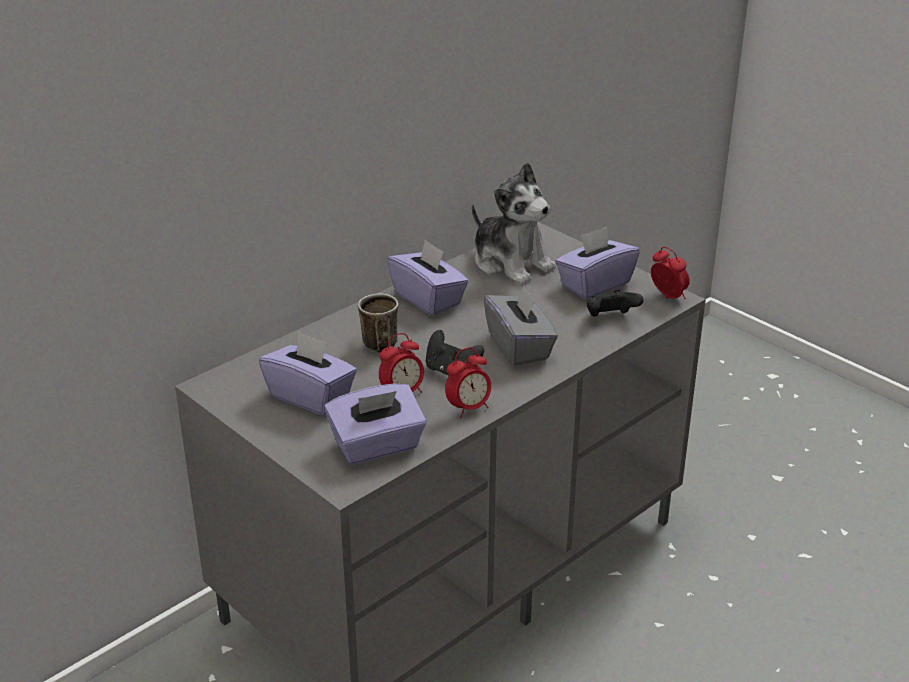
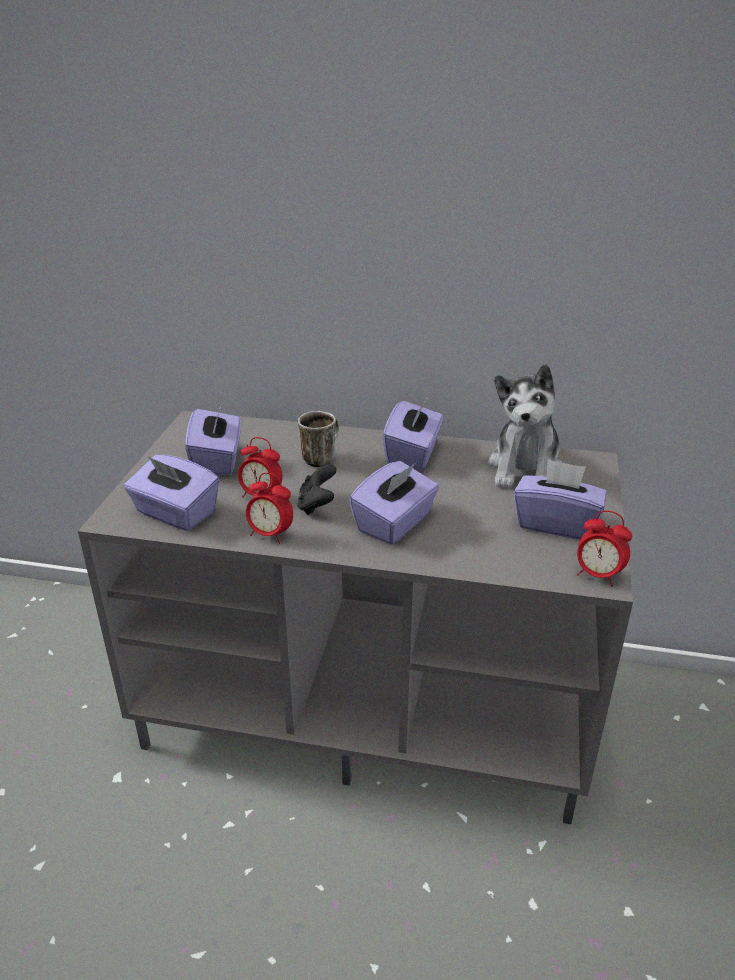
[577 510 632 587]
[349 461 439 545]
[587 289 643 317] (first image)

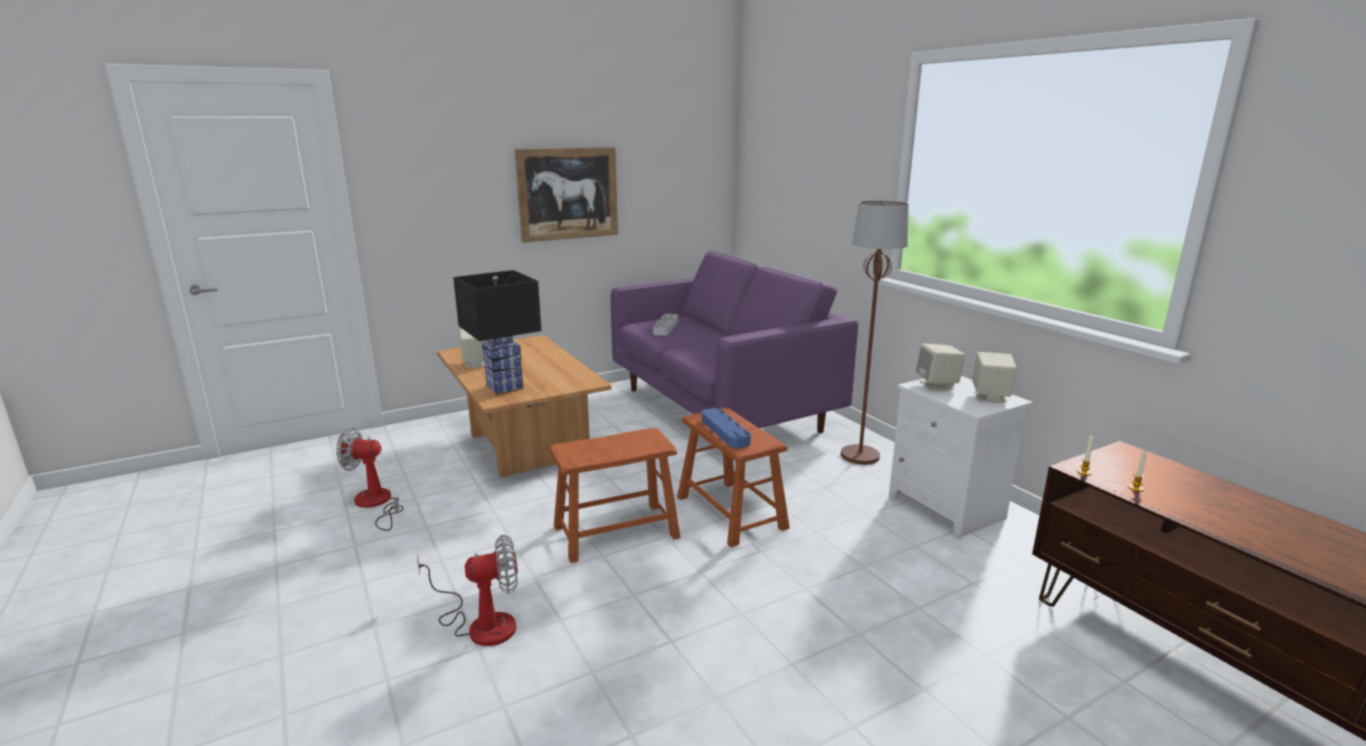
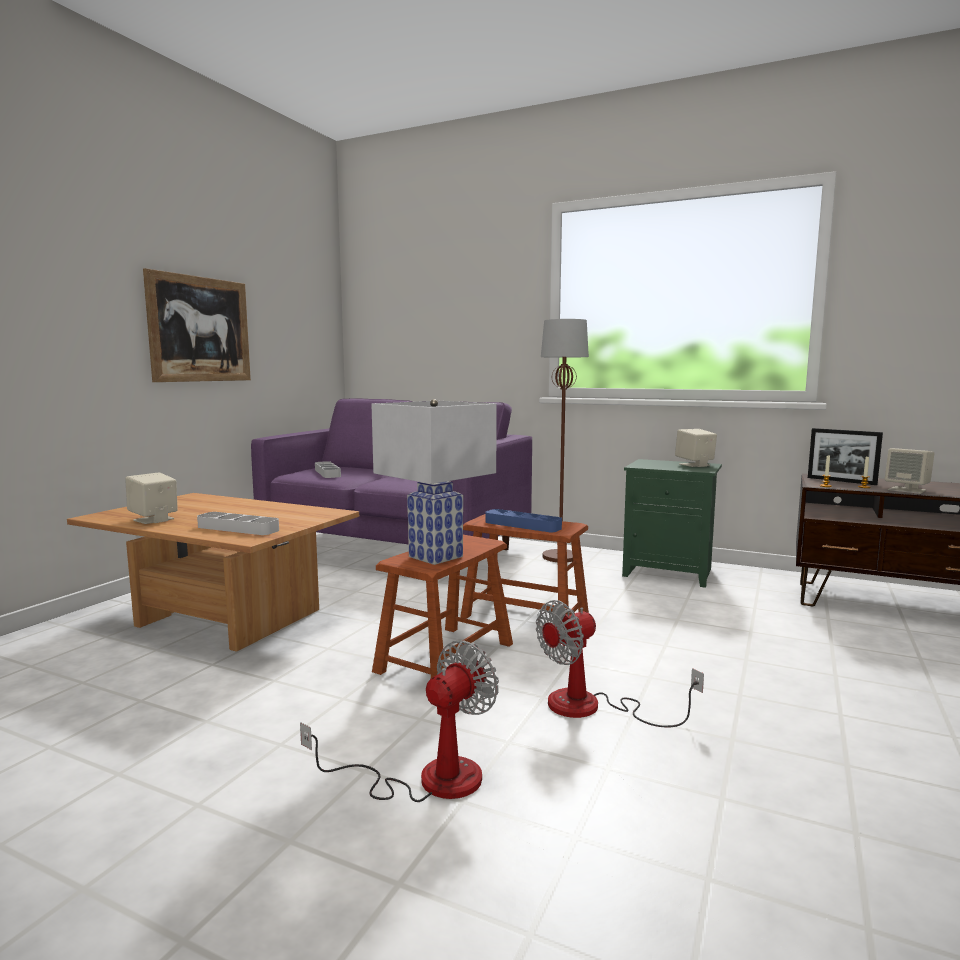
[197 512 279 535]
[885 448 934 494]
[622 459 722 588]
[536 600 704 727]
[371 399 497 565]
[808 428 883 485]

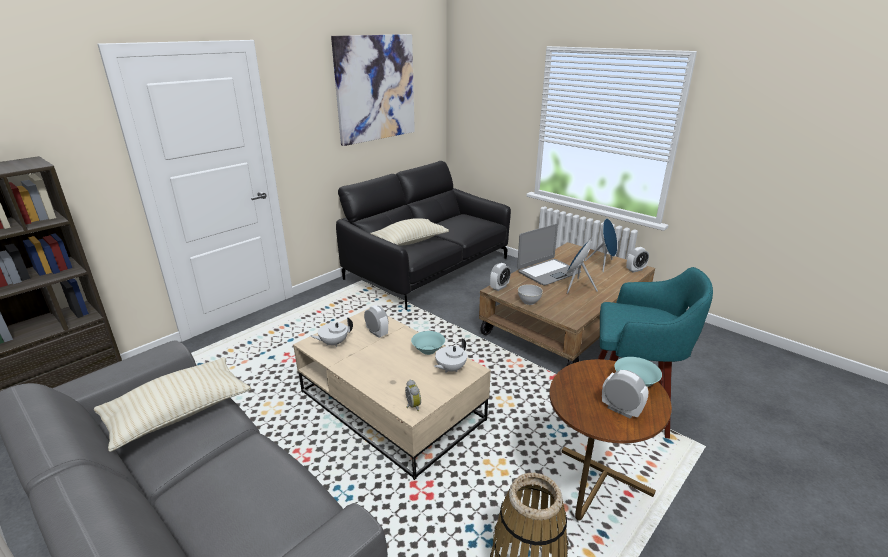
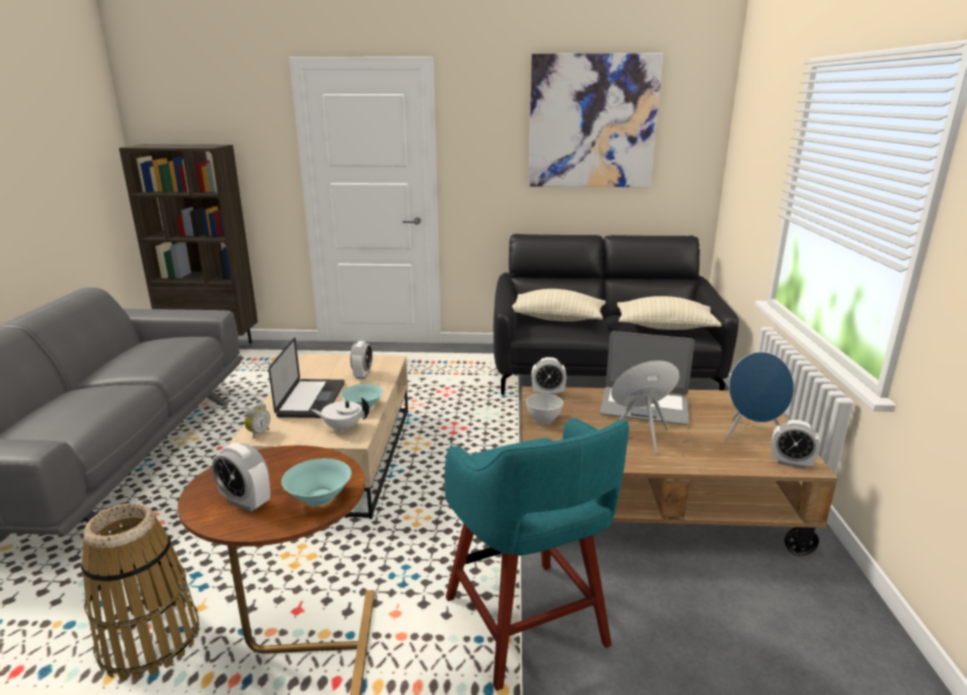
[310 317 353 347] (first image)
[617 296 722 330]
[212 443 270 512]
[268 337 345 418]

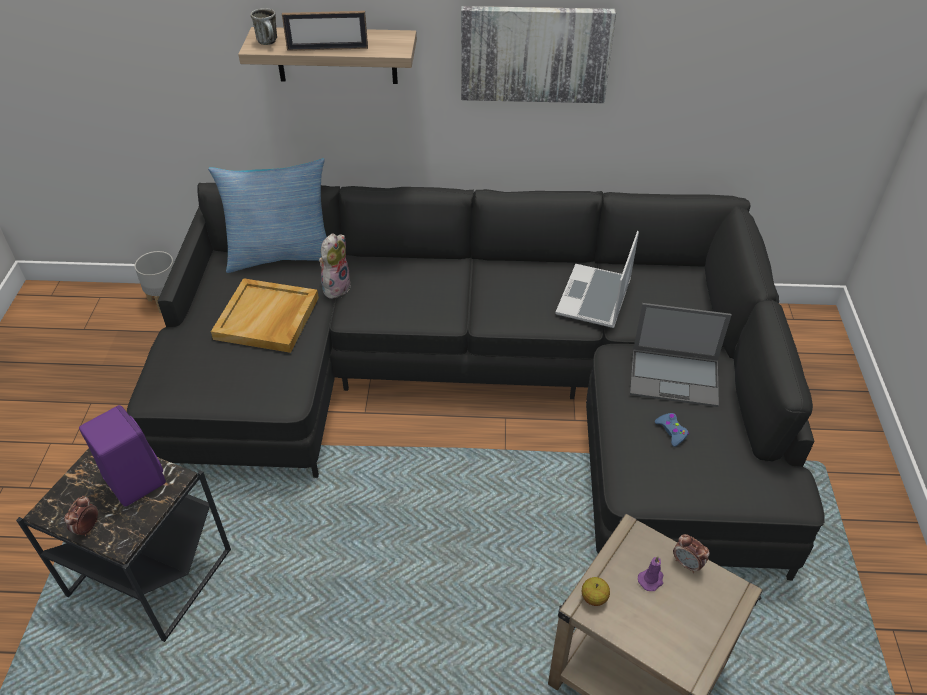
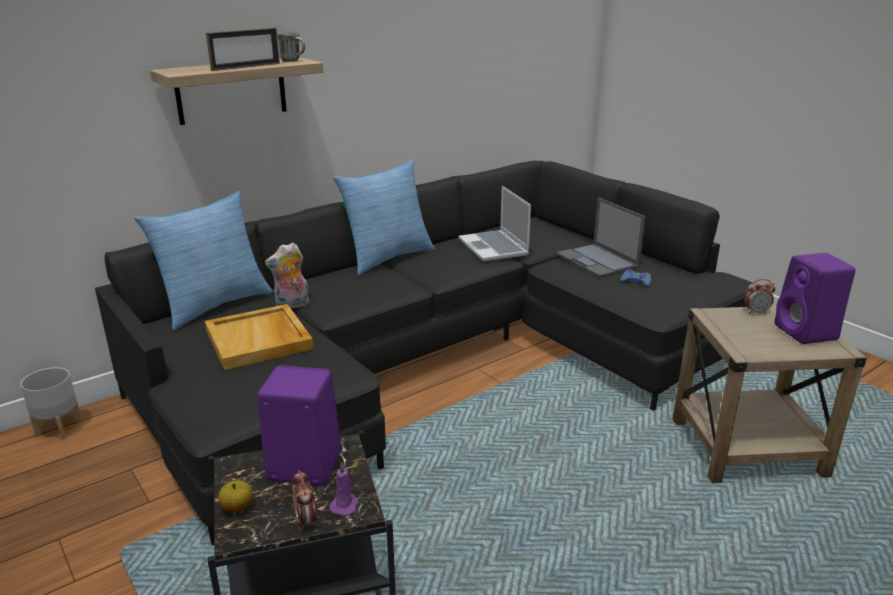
[461 6 616 103] (first image)
[277 32 305 62]
[265 242 309 308]
[556 198 646 277]
[329 462 359 516]
[218 480 253 513]
[333 159 435 276]
[774 253 856 344]

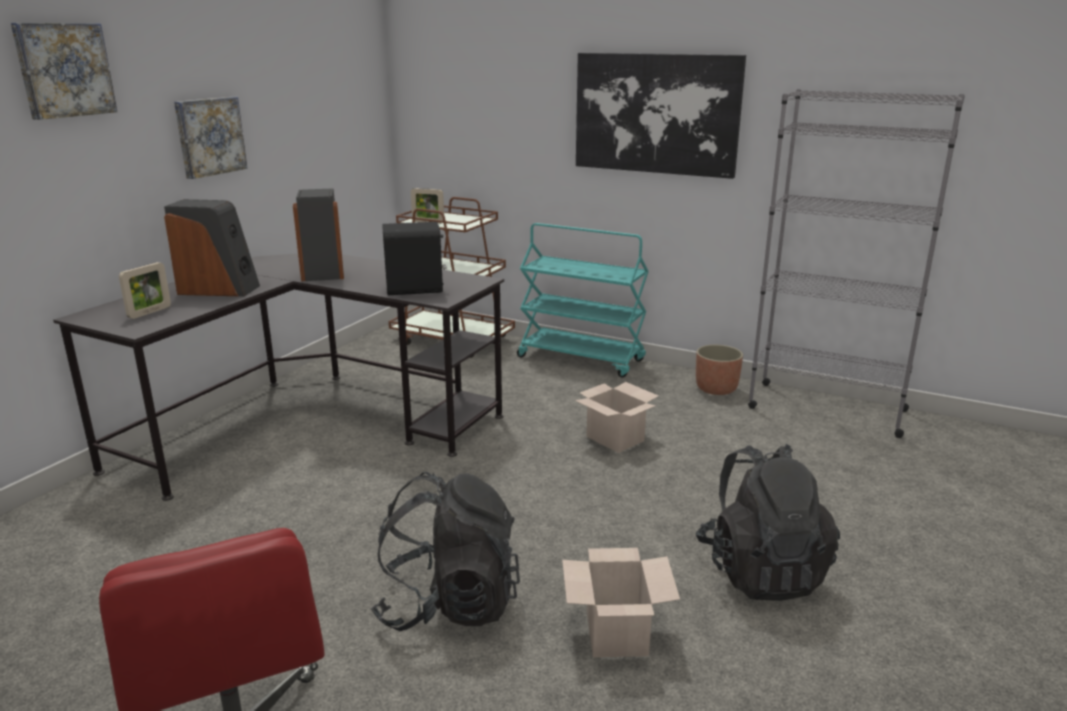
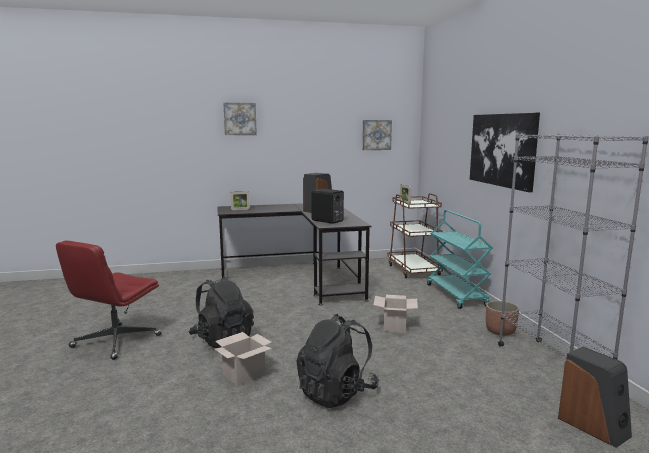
[362 120 392 150]
[558 347 632 448]

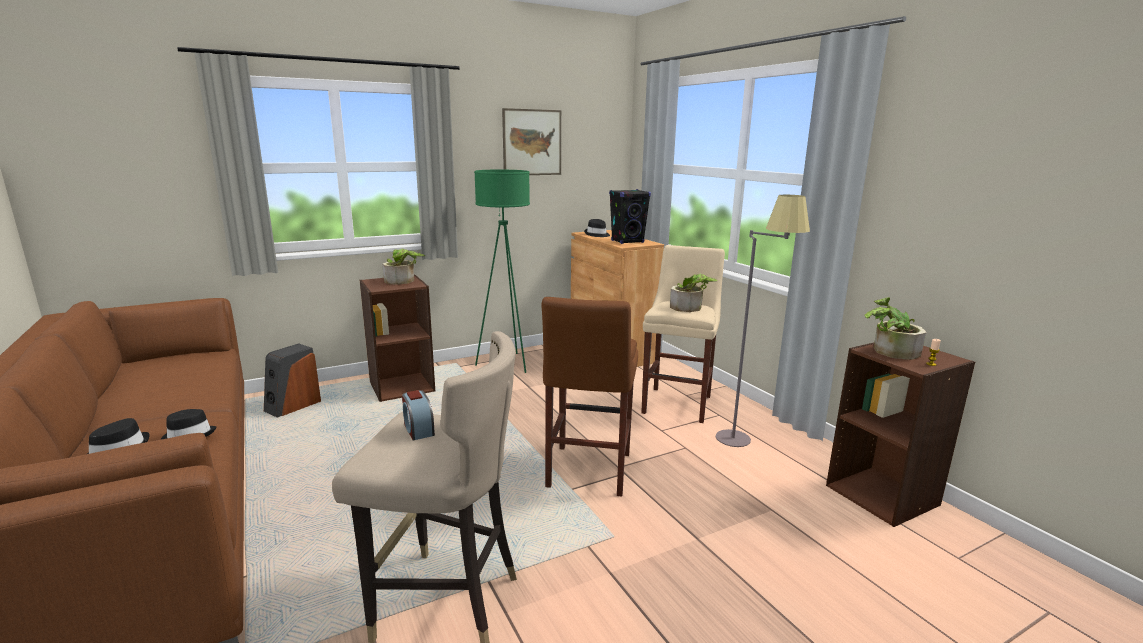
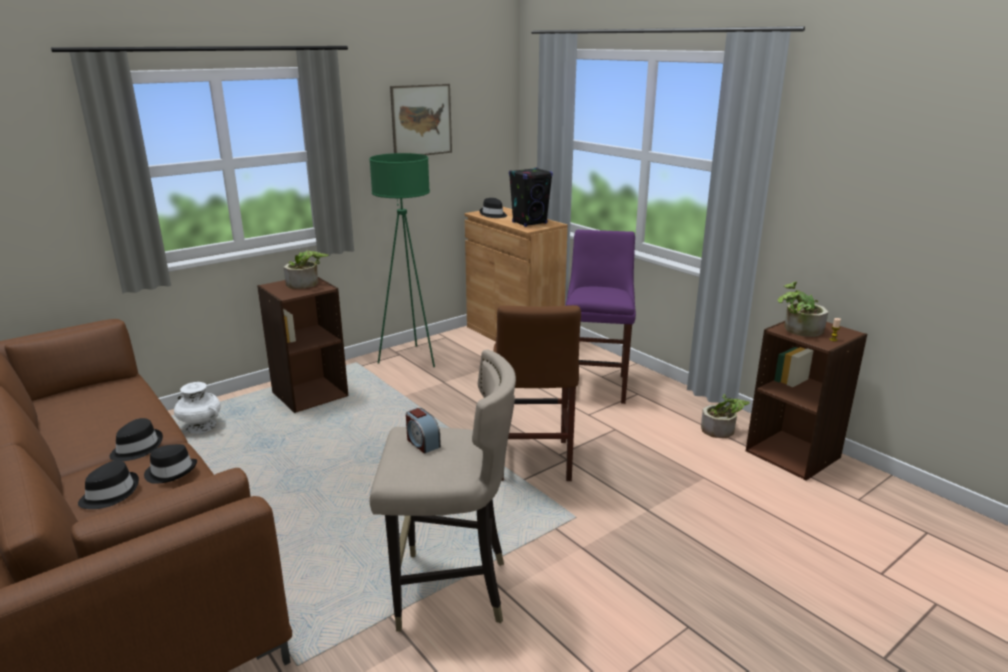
[716 195 810 447] (first image)
[565 230 636 404]
[701 394 750 438]
[174 382 221 434]
[110 418 163 461]

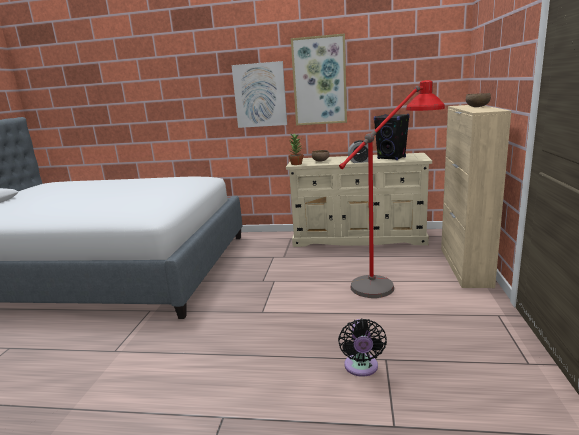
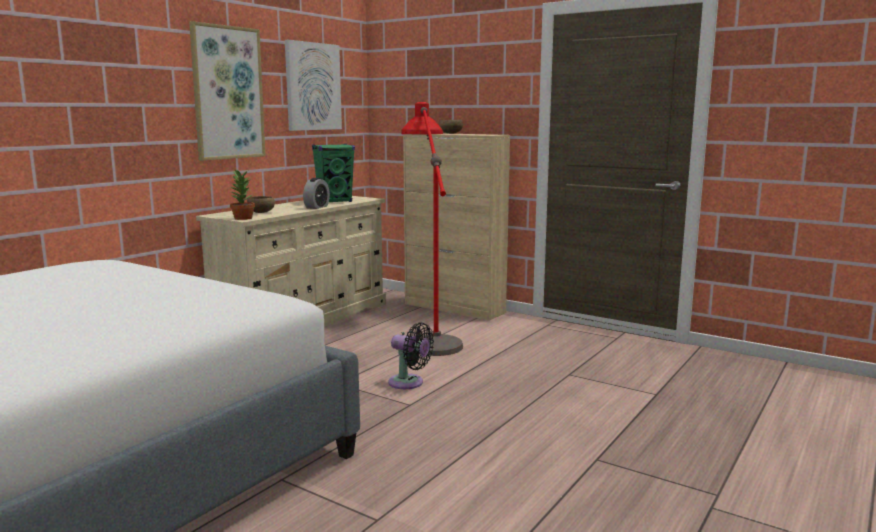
[285 40 342 131]
[312 144 355 202]
[388 322 434 389]

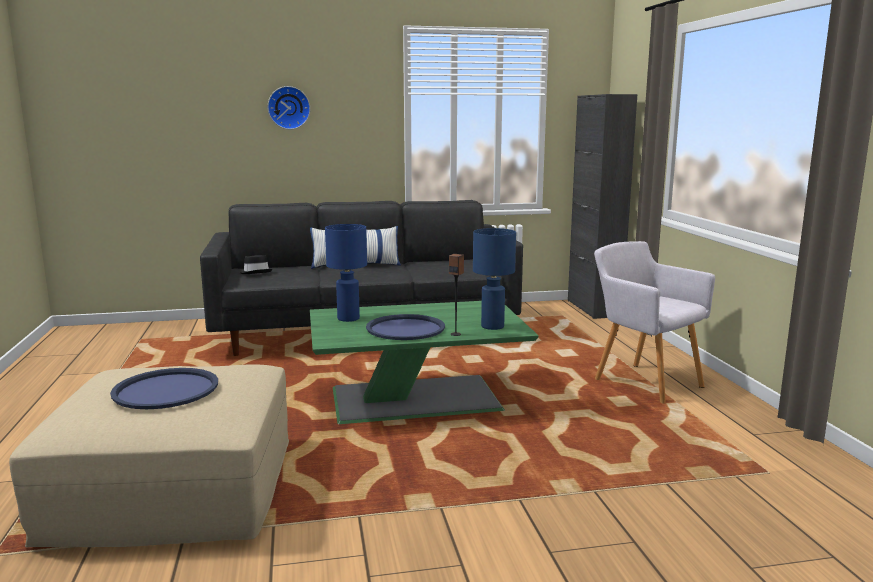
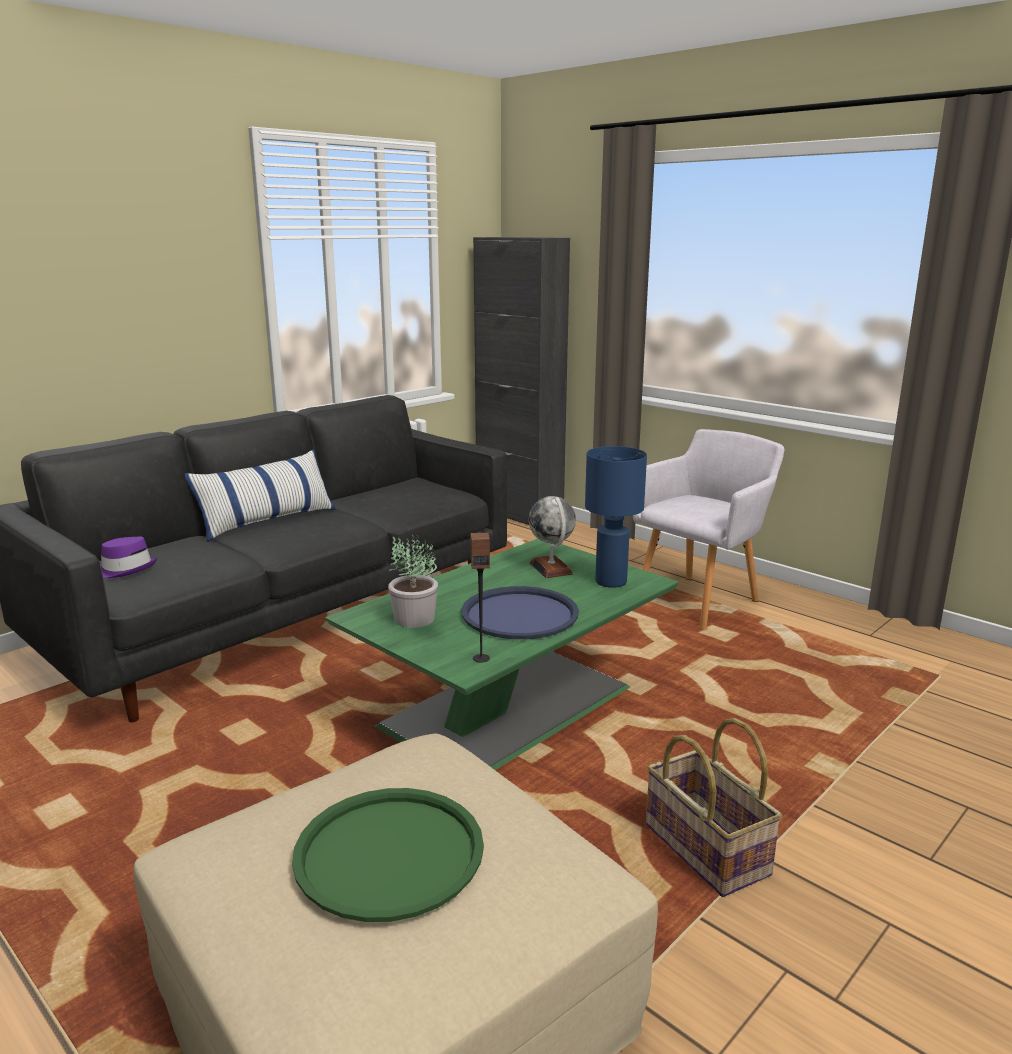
[267 86 310 129] (first image)
[388 535 438 628]
[633 429 784 629]
[471 533 490 663]
[100 537 157 578]
[292 788 484 922]
[529 496 576 578]
[646 718 782 897]

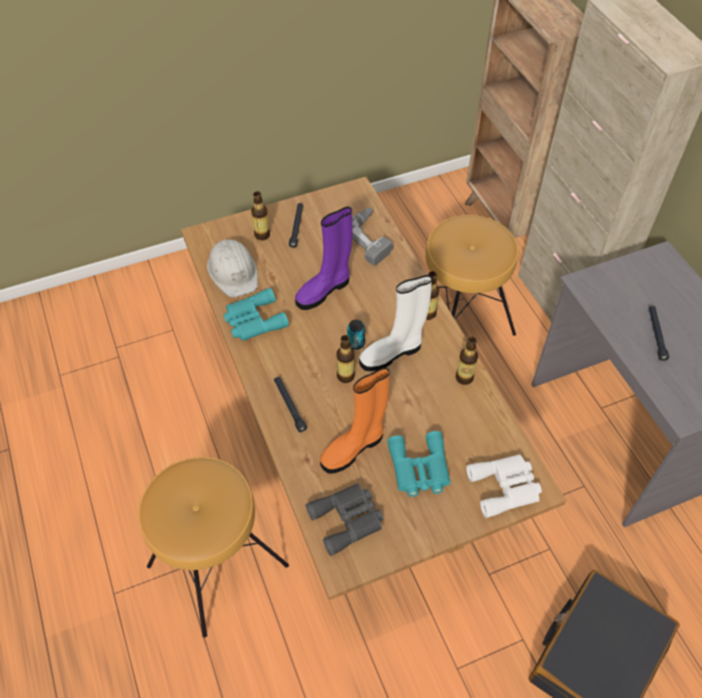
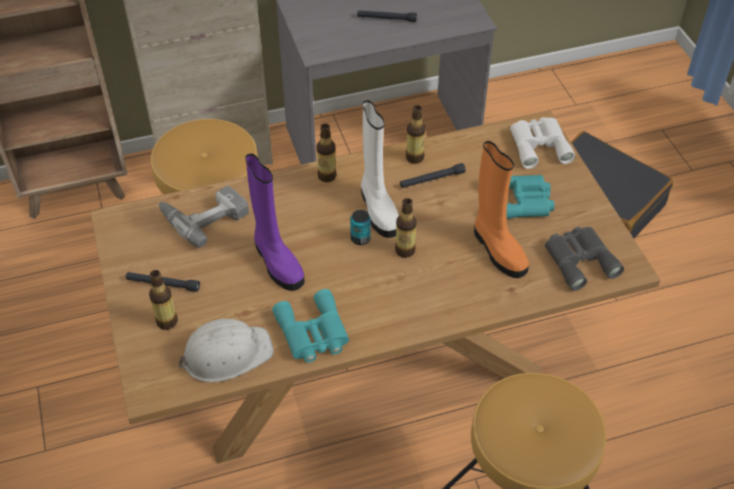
[400 163 466 188]

